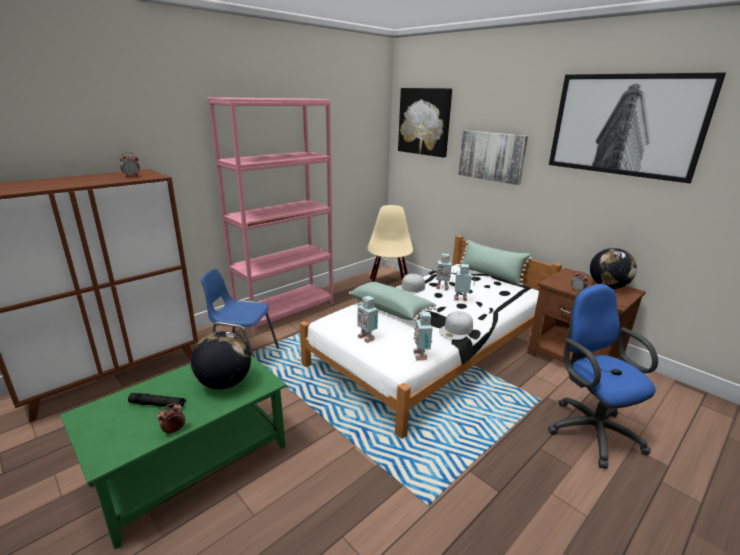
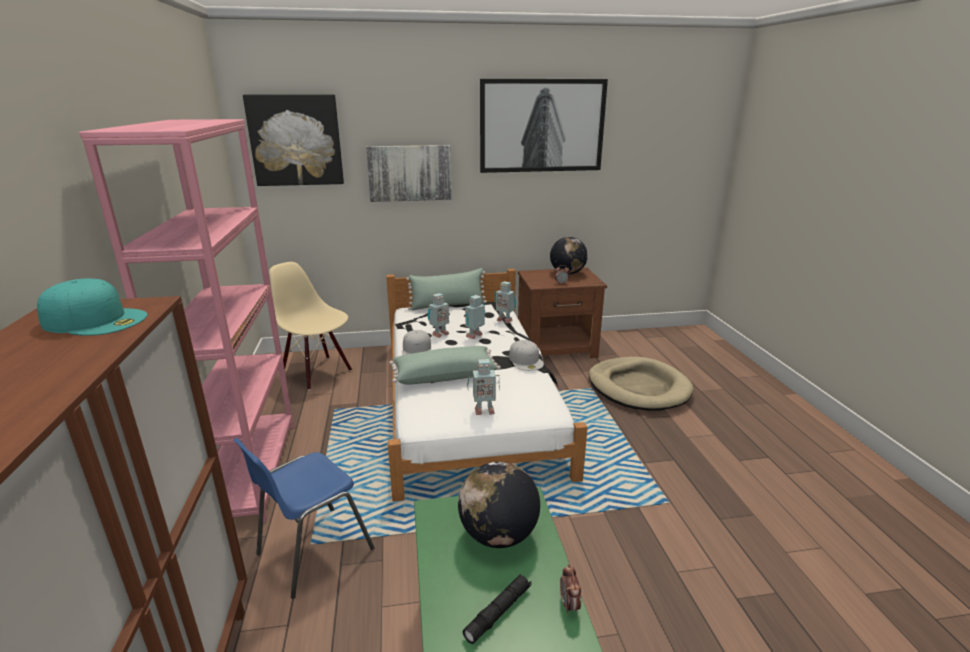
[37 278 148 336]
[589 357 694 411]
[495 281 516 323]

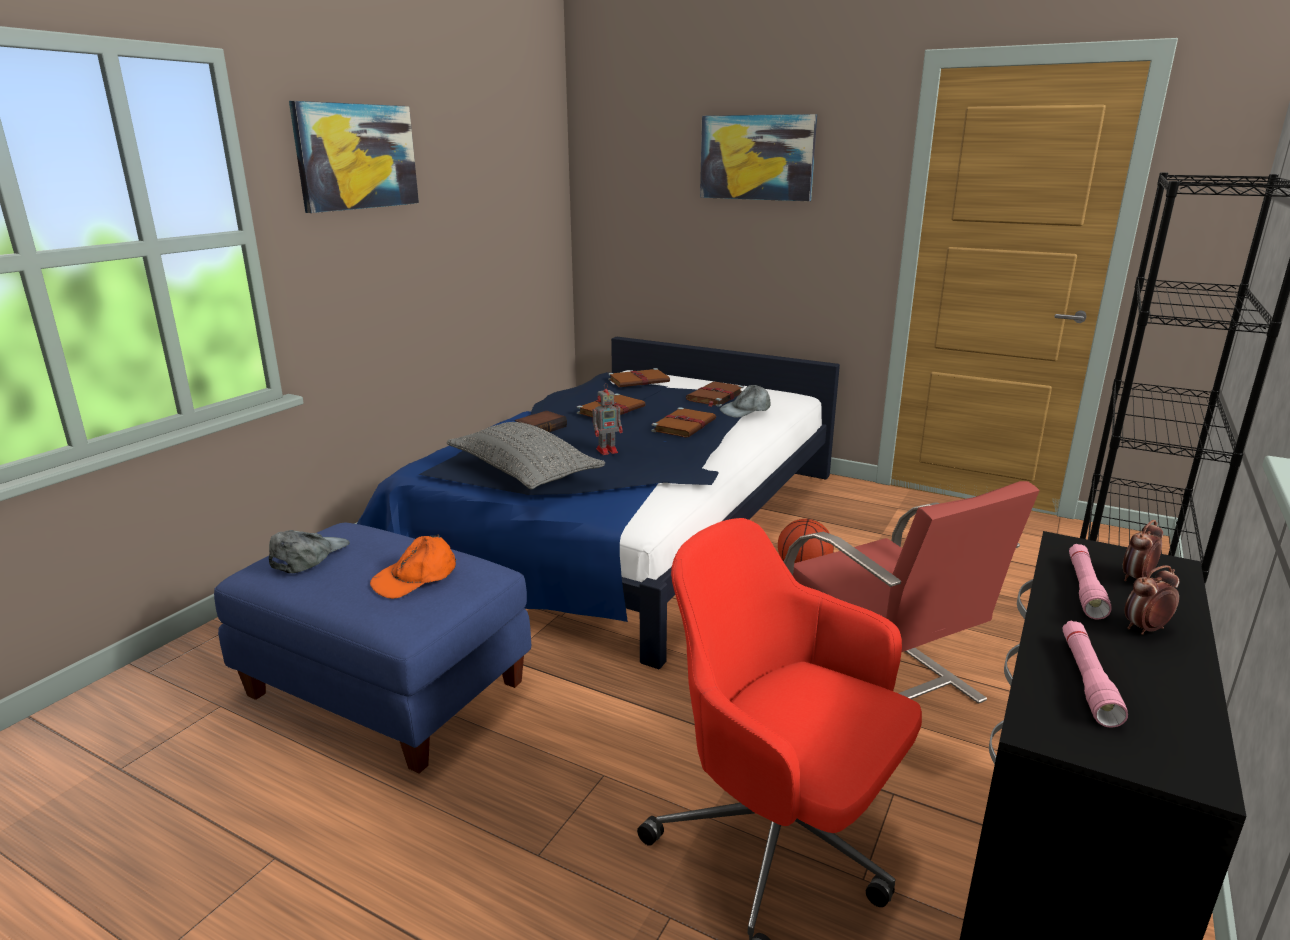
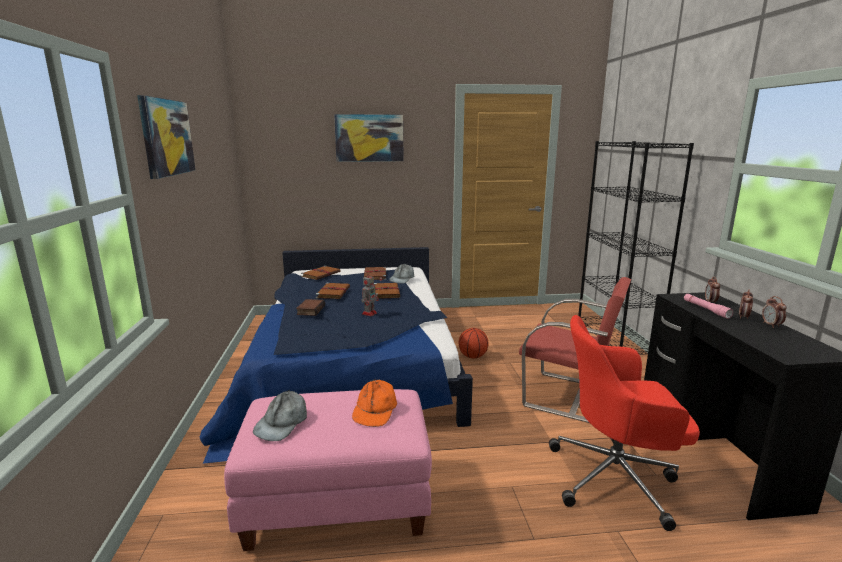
[447 422 605 489] (first image)
[224 389 432 551]
[253 389 307 441]
[1062 620 1128 727] (first image)
[762 296 787 328]

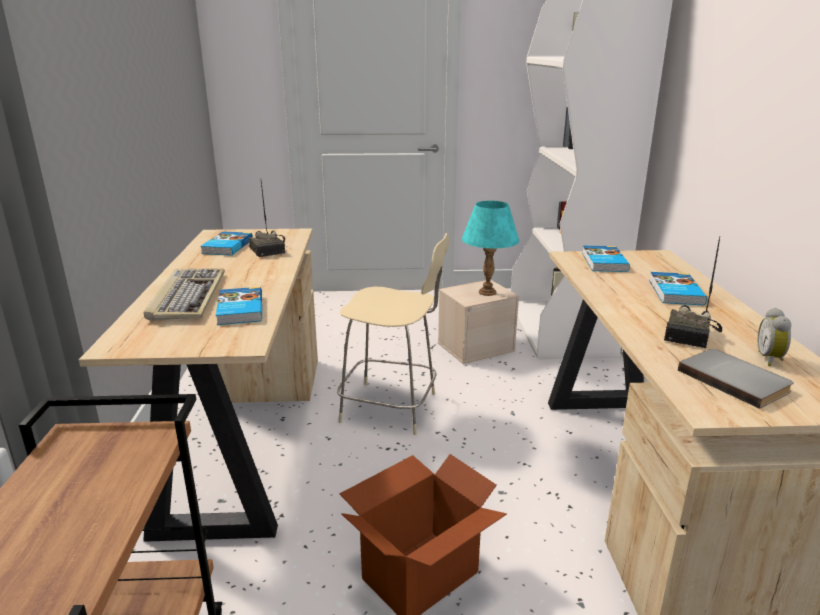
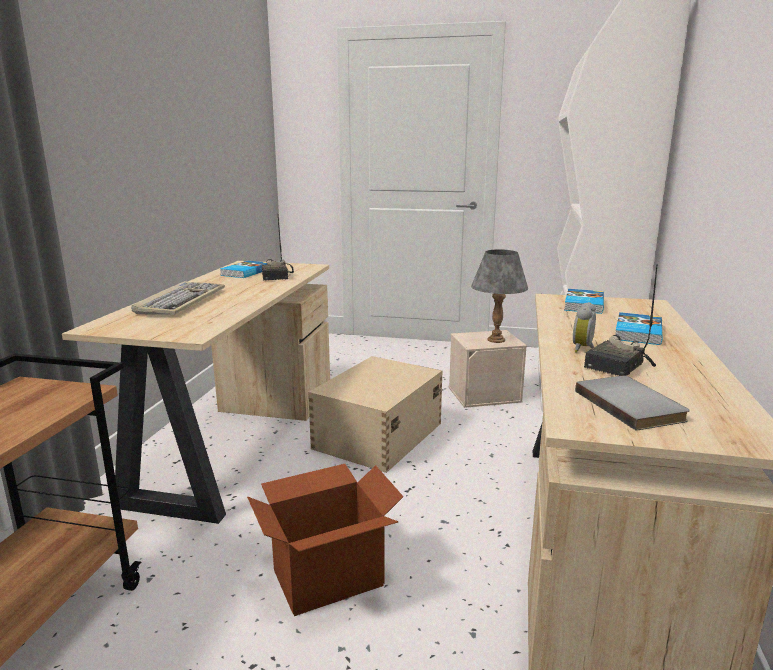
[471 249 528 343]
[308 356 443 473]
[216 287 262 325] (first image)
[573 302 596 353]

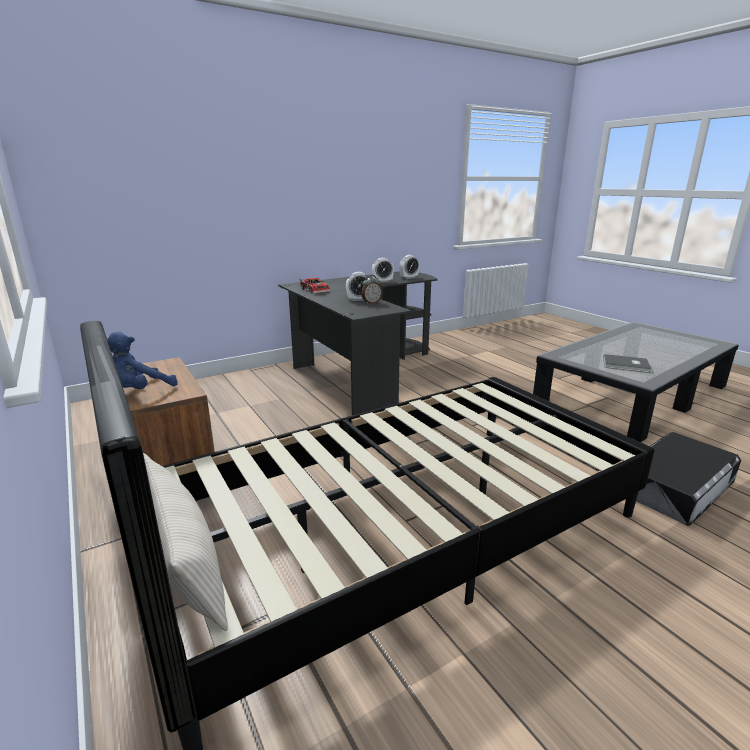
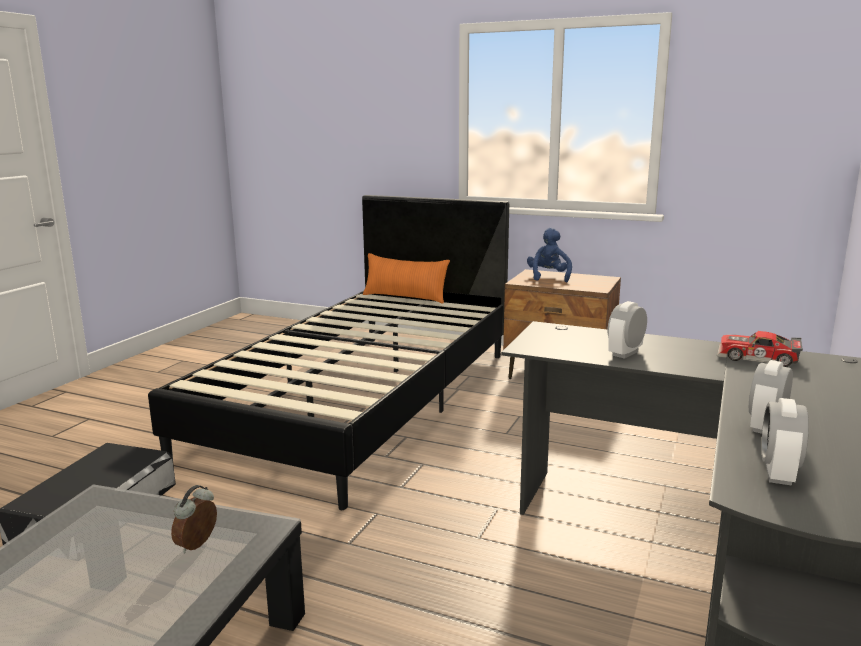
[171 485 217 553]
[603 354 651 373] (first image)
[363 253 450 304]

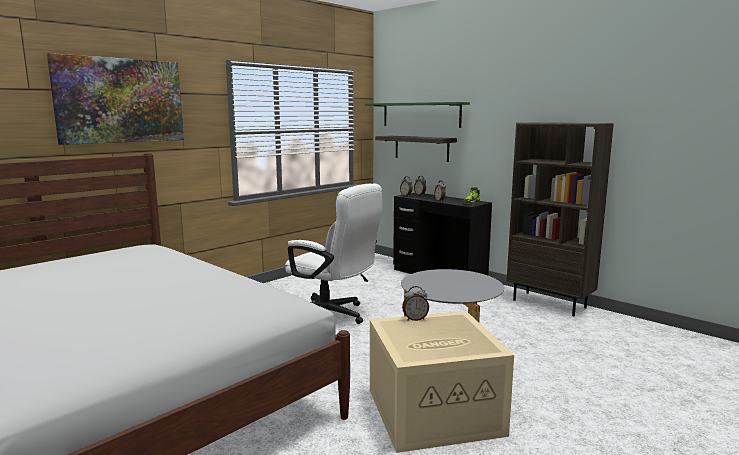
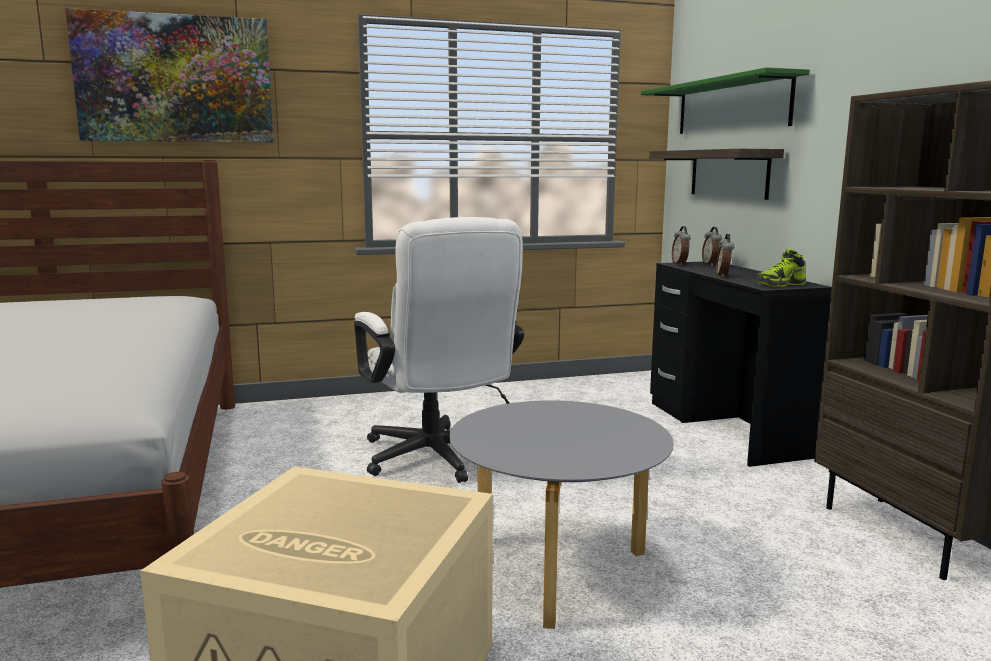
[402 286 429 321] (first image)

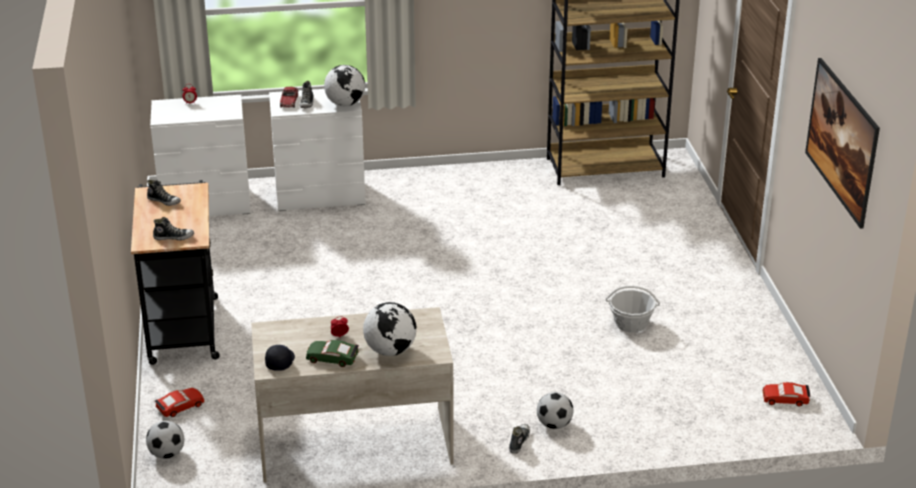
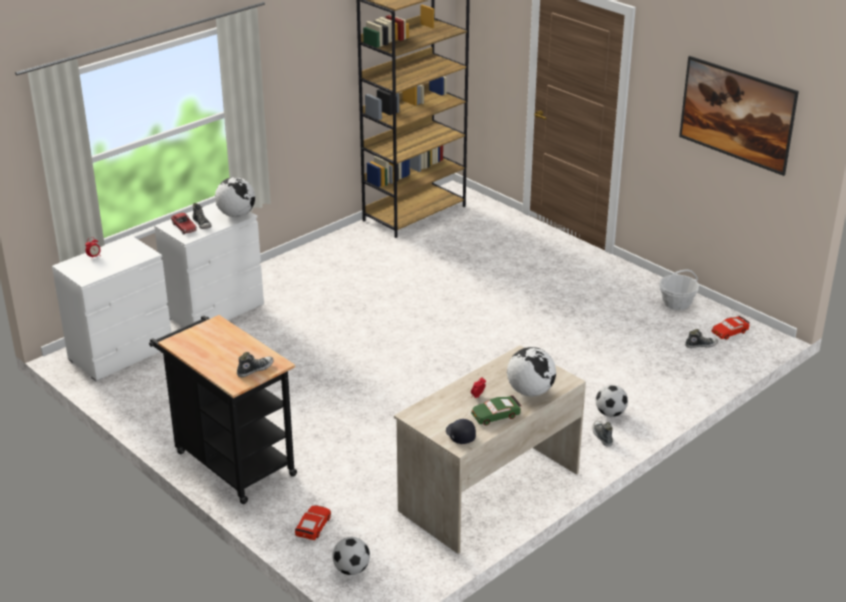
[685 329 718 348]
[659 269 699 310]

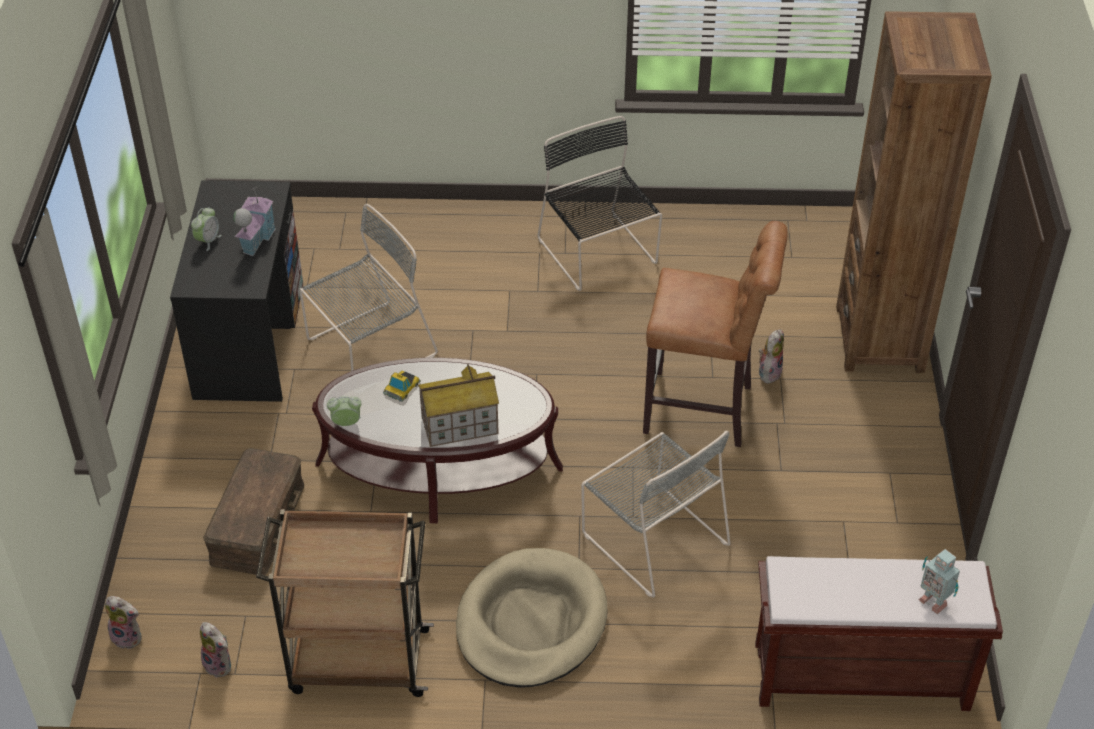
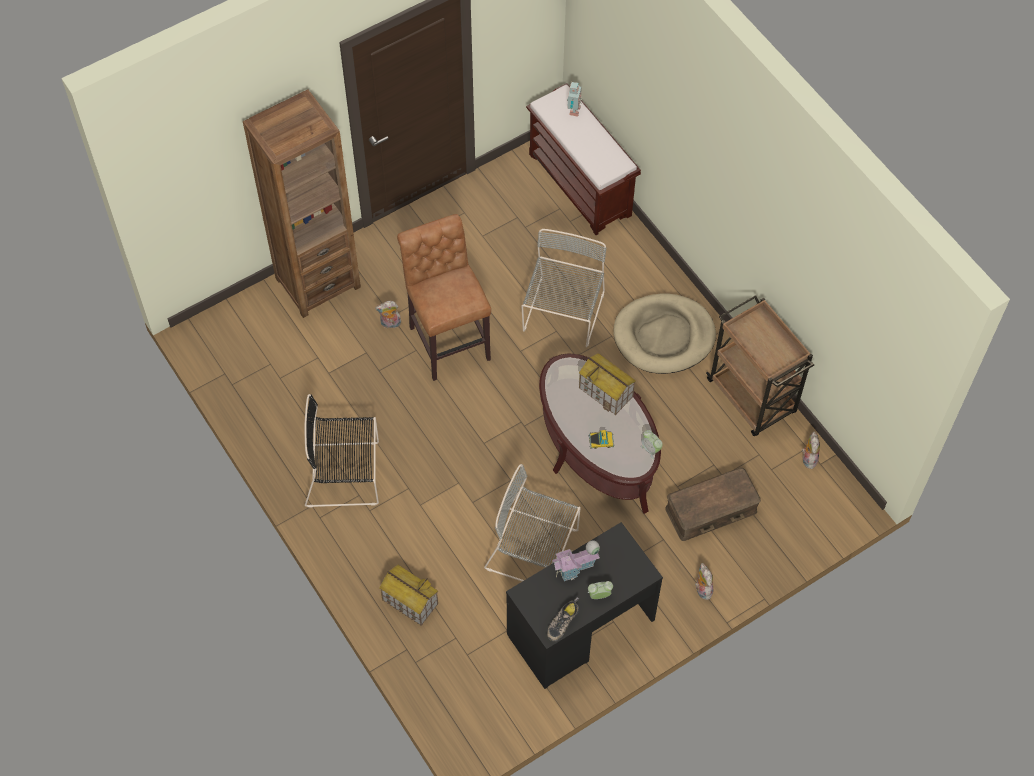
[304 394 379 508]
[695 563 713 600]
[379 565 438 626]
[547 597 579 641]

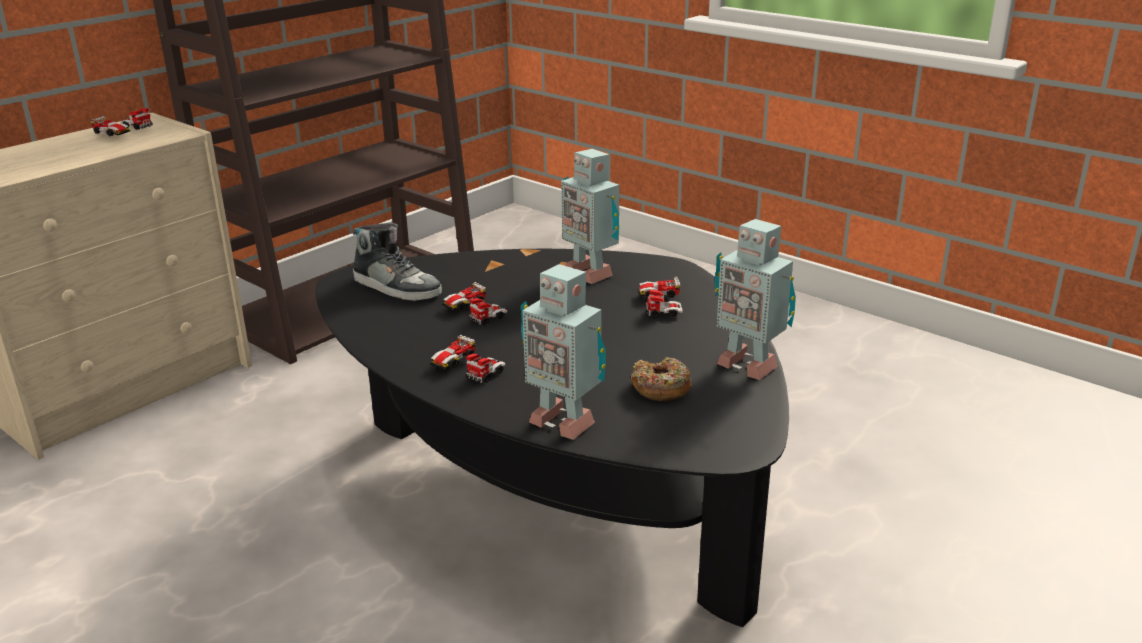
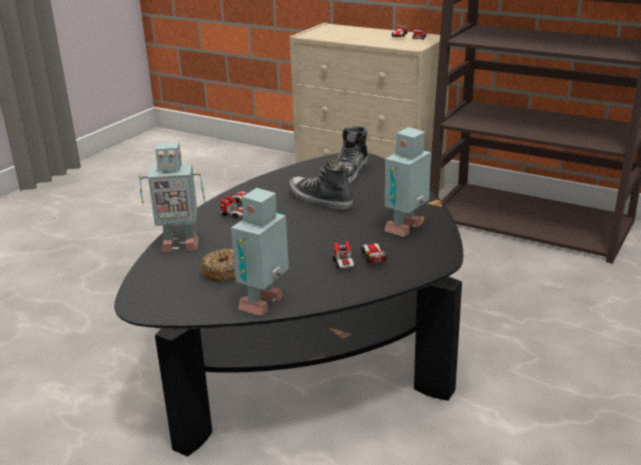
[139 142 205 252]
[289 157 353 209]

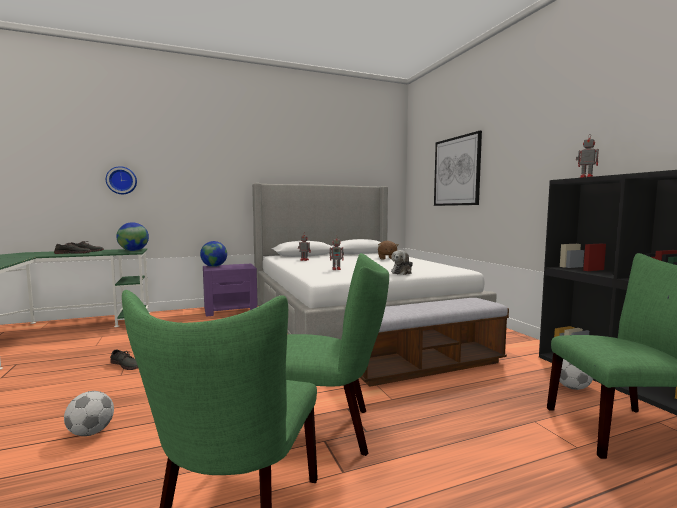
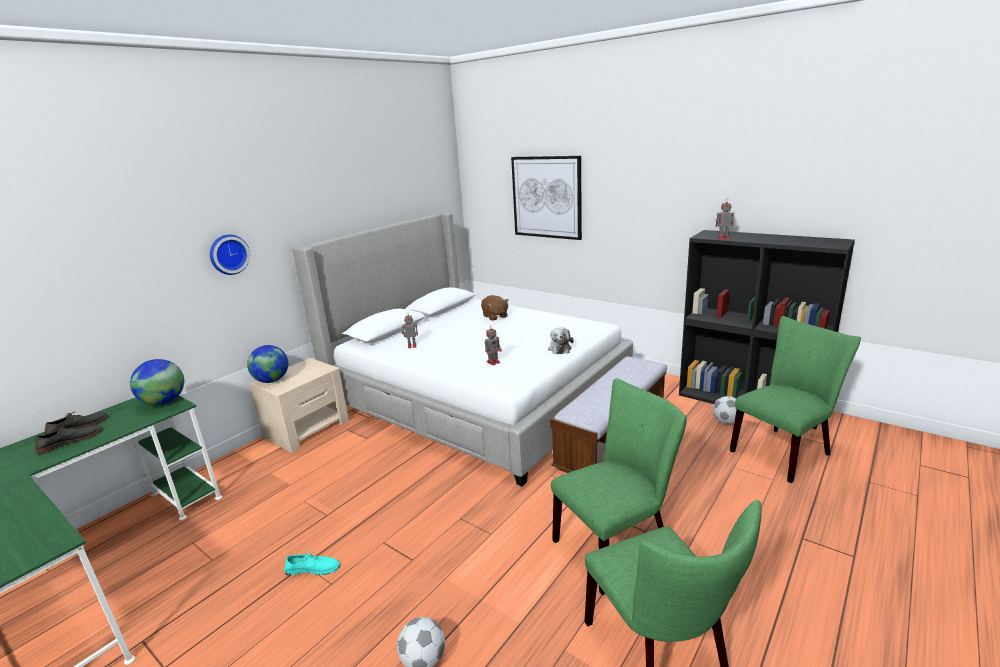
[210 235 250 275]
[249 358 349 453]
[284 551 340 576]

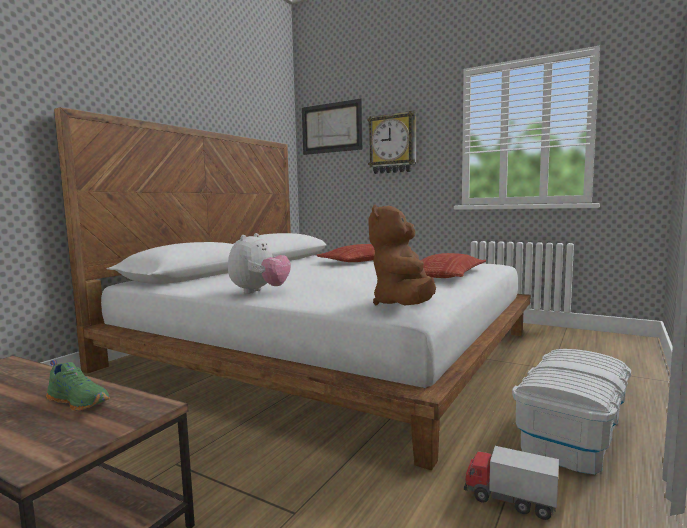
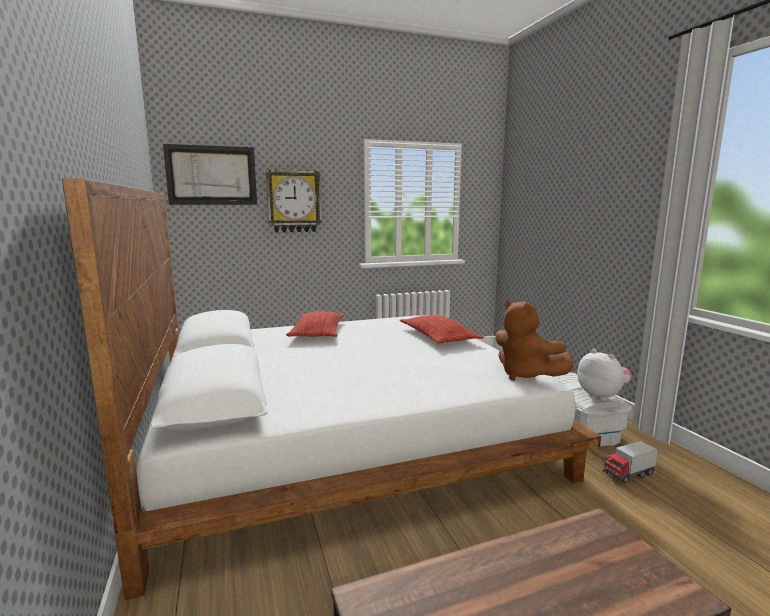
[577 349 632 401]
[46 360 110 411] (first image)

